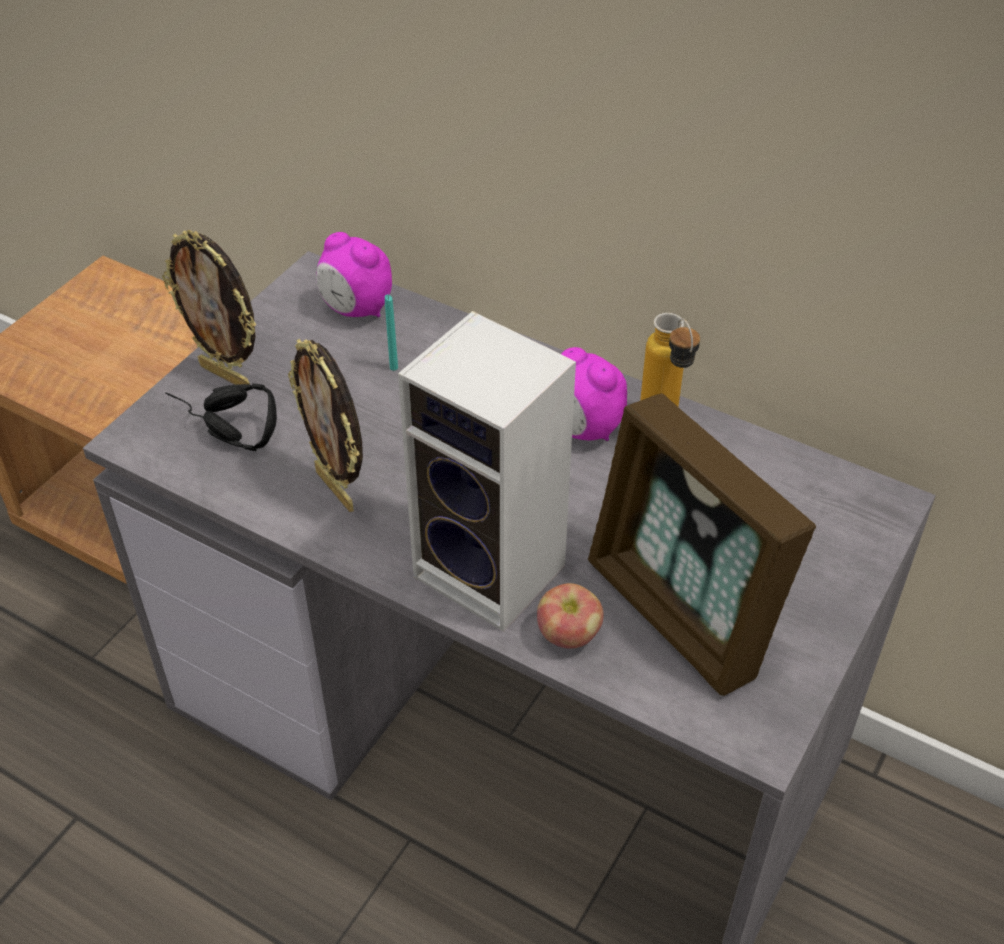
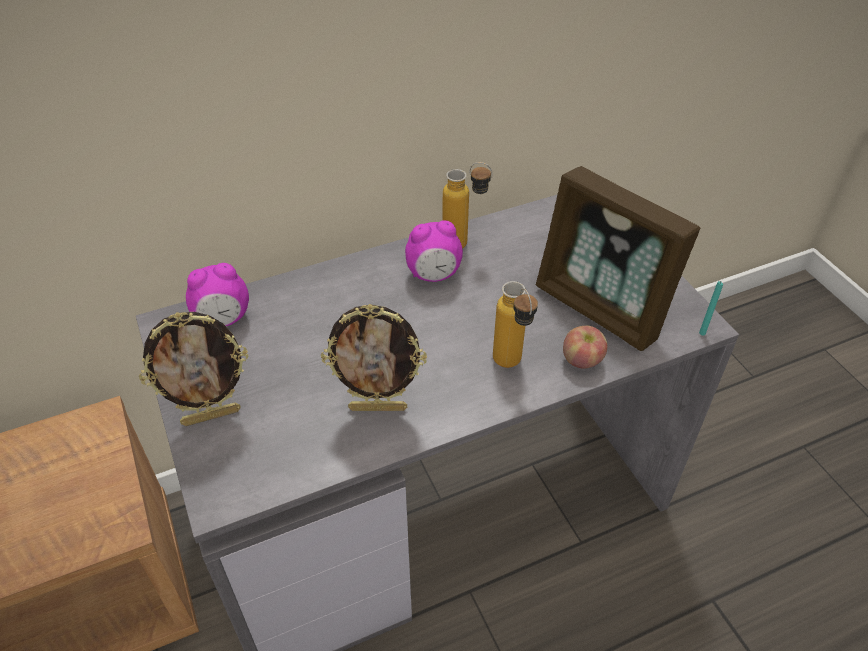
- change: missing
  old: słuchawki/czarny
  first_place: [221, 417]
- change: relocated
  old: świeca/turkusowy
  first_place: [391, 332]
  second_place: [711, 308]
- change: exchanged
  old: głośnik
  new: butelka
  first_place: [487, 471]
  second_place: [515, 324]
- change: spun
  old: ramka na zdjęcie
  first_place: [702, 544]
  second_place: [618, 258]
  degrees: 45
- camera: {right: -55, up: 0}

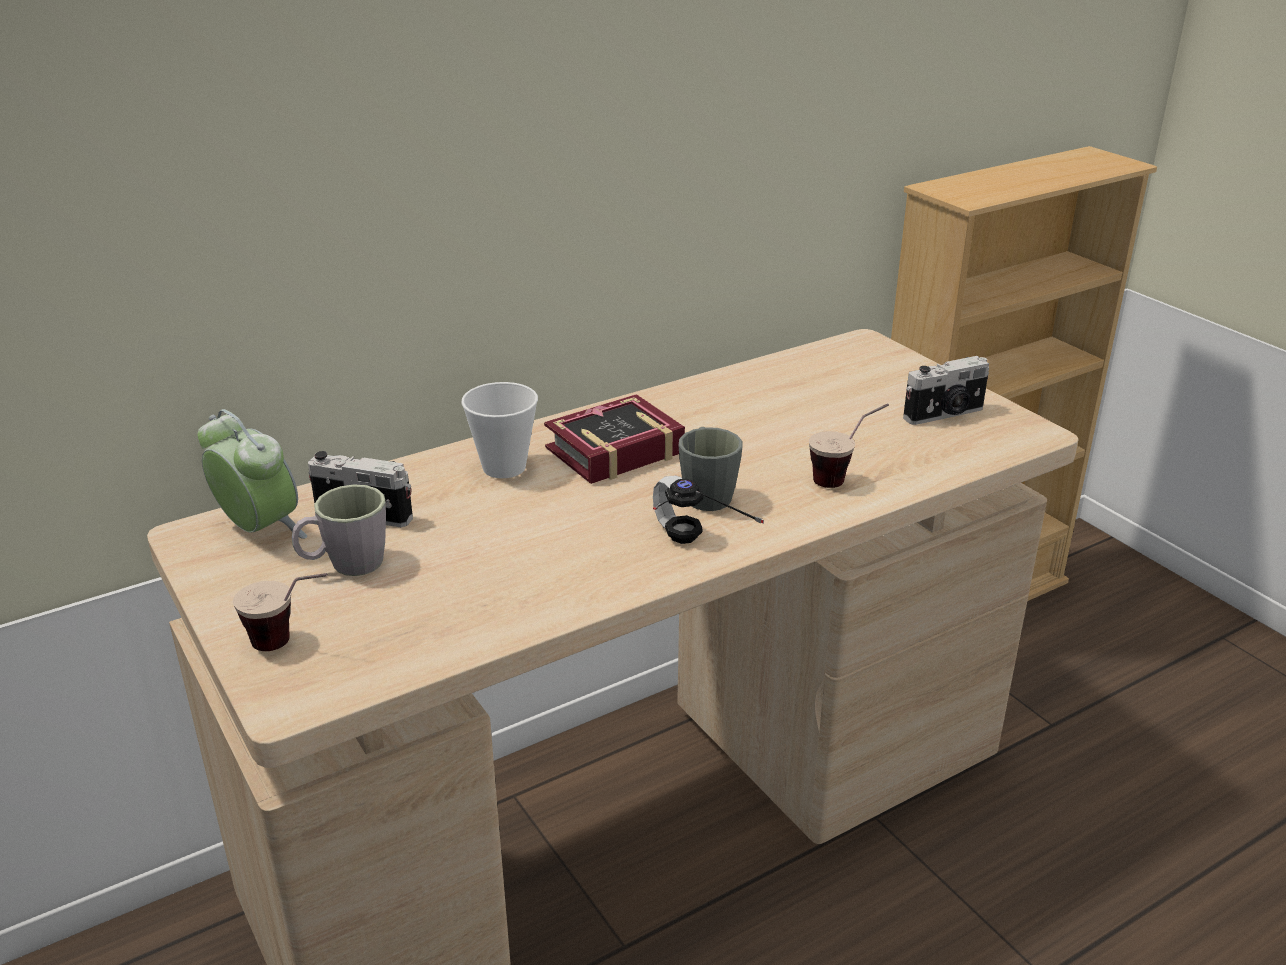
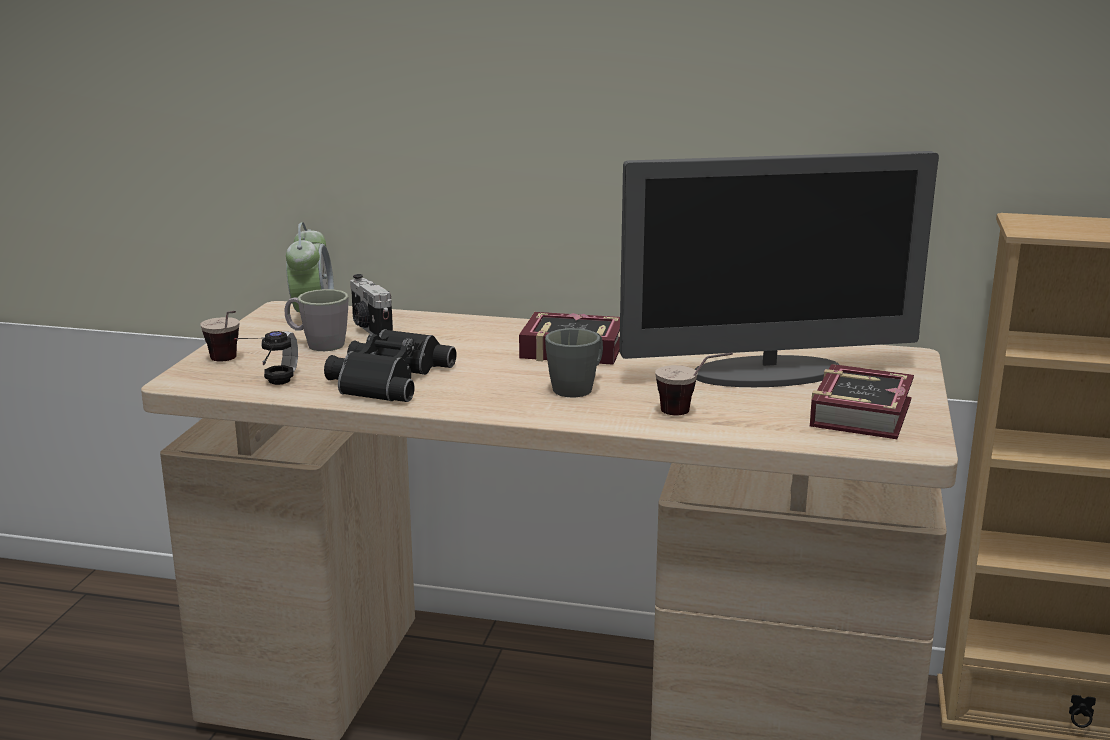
- change: missing
  old: filiżanka
  first_place: [499, 430]
- change: relocated
  old: słuchawki
  first_place: [708, 510]
  second_place: [266, 358]
- change: exchanged
  old: aparat fotograficzny
  new: książka
  first_place: [946, 390]
  second_place: [862, 401]
- change: appeared
  new: lornetka/czarny
  second_place: [390, 365]
- change: appeared
  new: monitor
  second_place: [779, 269]
- camera: {right: 45, up: -10}

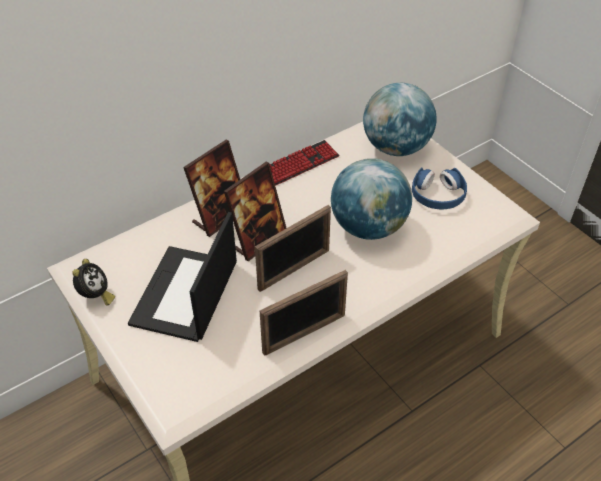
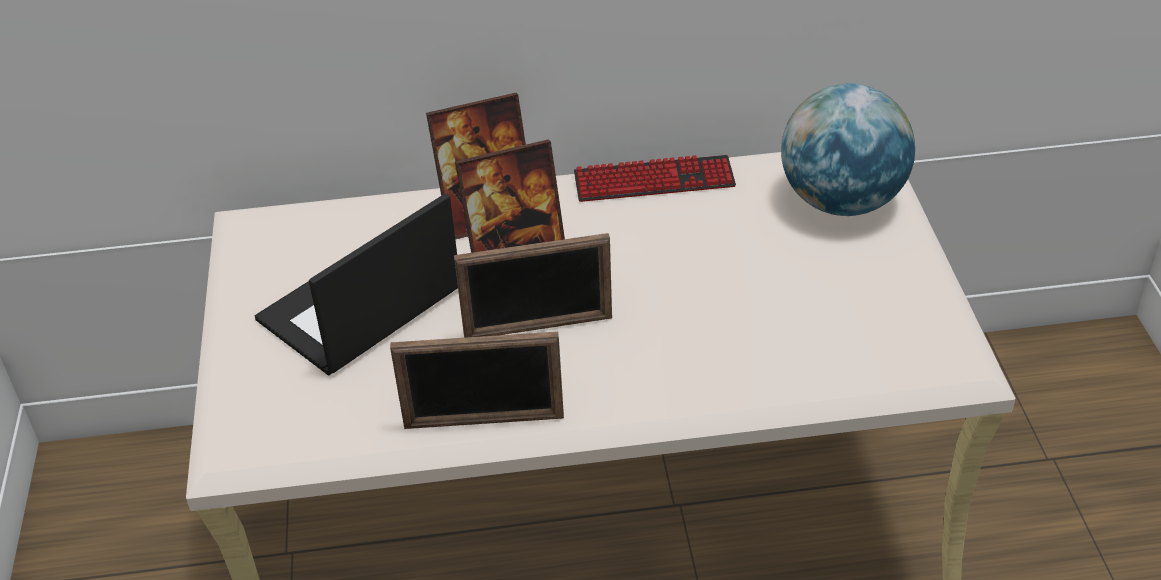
- change: missing
  old: budzik
  first_place: [93, 282]
- change: missing
  old: globus
  first_place: [371, 199]
- change: missing
  old: słuchawki/niebieski
  first_place: [439, 188]
- camera: {right: 30, up: -5}

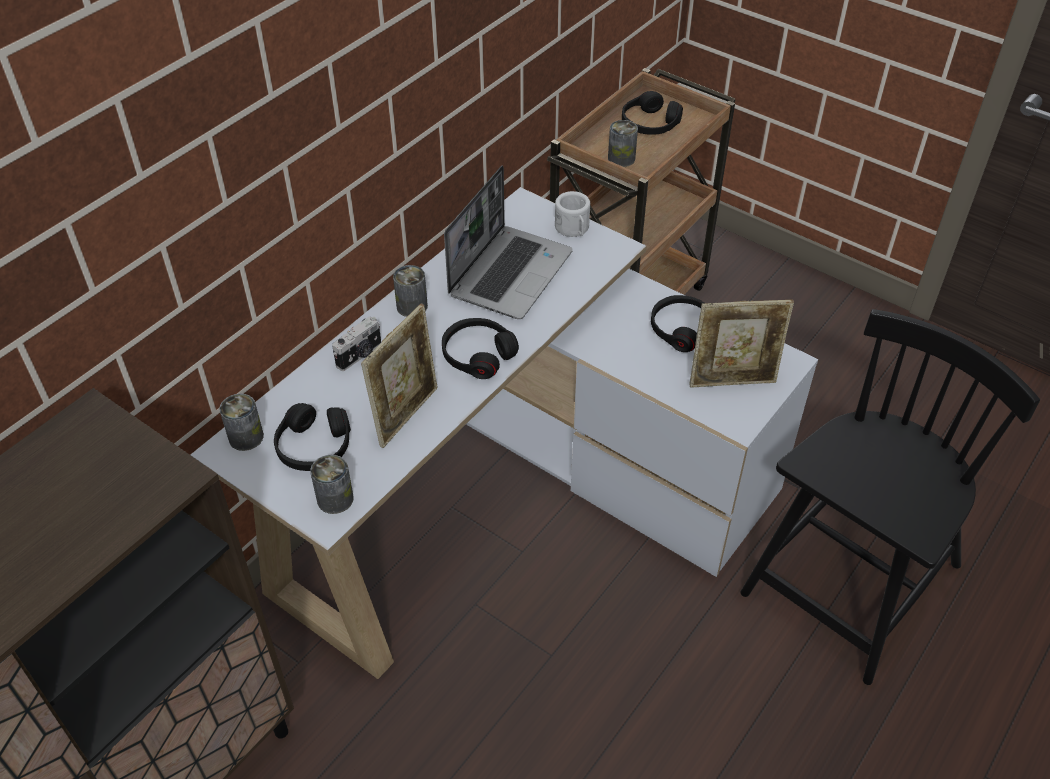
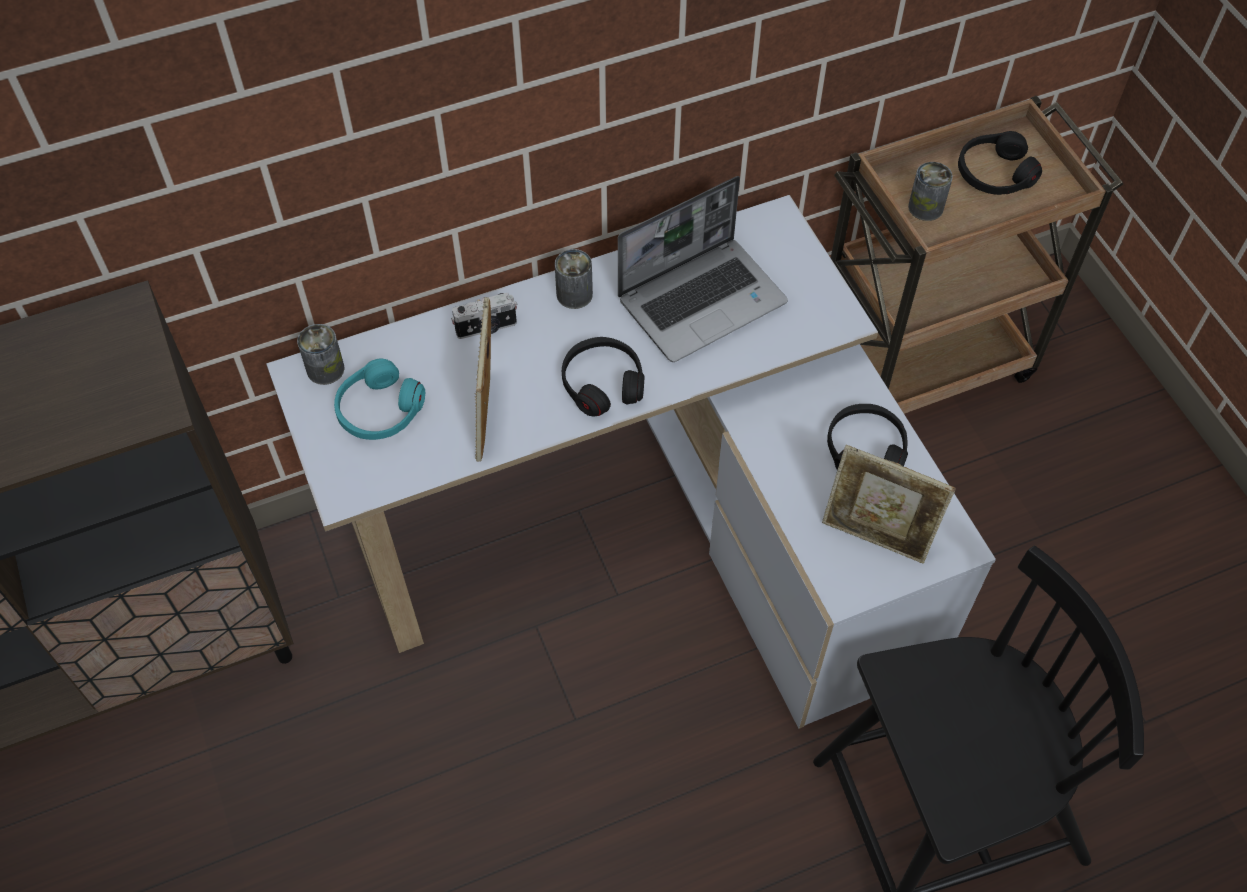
- change: colour
  old: słuchawki/czarny
  new: słuchawki/turkusowy
  first_place: [312, 437]
  second_place: [379, 399]
- change: missing
  old: puszka
  first_place: [332, 484]
- change: spun
  old: ramka na zdjęcie
  first_place: [399, 376]
  second_place: [483, 379]
  degrees: 120
- change: missing
  old: kubek/biały
  first_place: [572, 214]
- camera: {right: 30, up: 10}

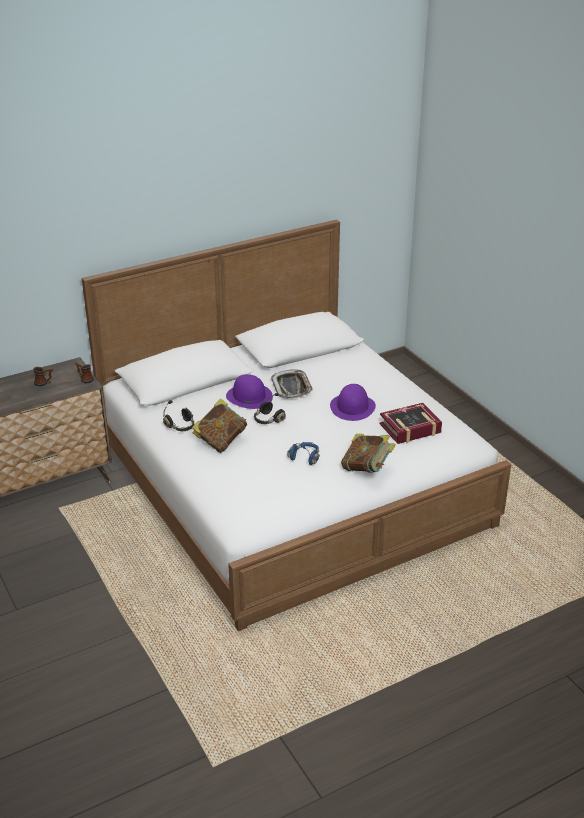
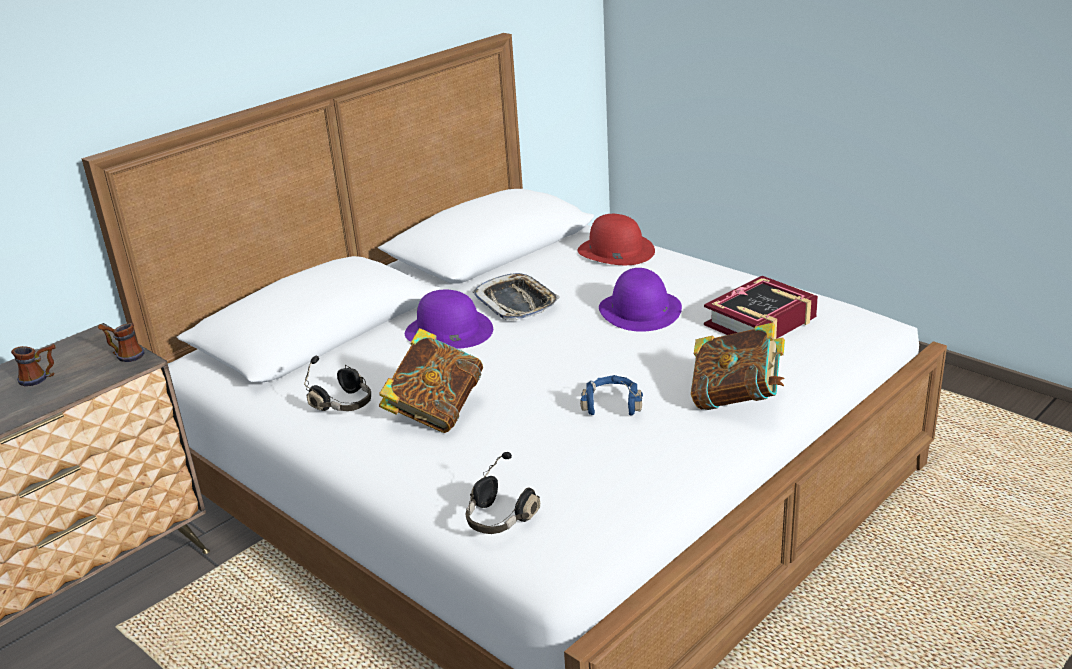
- change: relocated
  old: słuchawki/czarny
  first_place: [270, 408]
  second_place: [503, 493]
- change: appeared
  new: kapelusz/czerwony
  second_place: [616, 239]
- camera: {right: -15, up: -5}

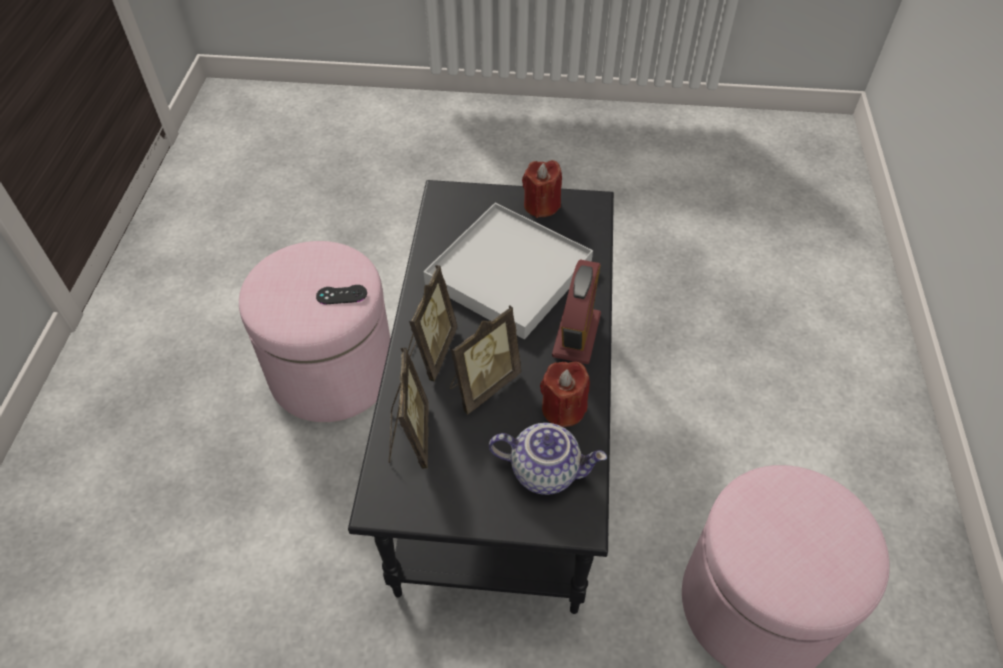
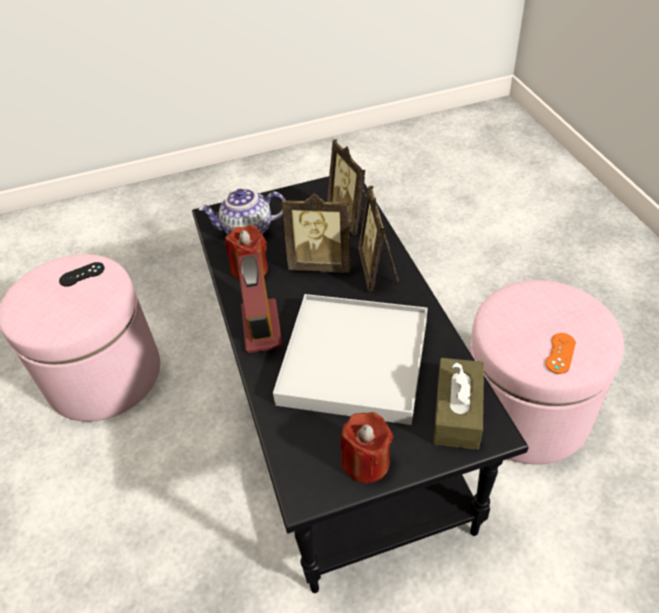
- change: relocated
  old: pad do gier/czarny
  first_place: [341, 294]
  second_place: [82, 274]
- change: spun
  old: ramka na zdjęcie
  first_place: [485, 359]
  second_place: [316, 233]
  degrees: -105
- change: appeared
  new: pudełko chusteczek/brązowy
  second_place: [458, 404]
- change: appeared
  new: pad do gier/pomarańczowy
  second_place: [560, 353]
- camera: {right: 160, up: -5}

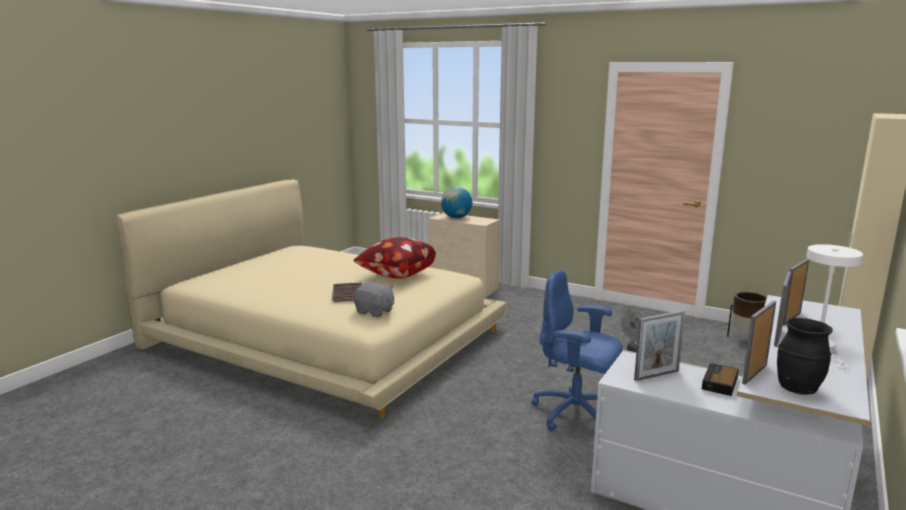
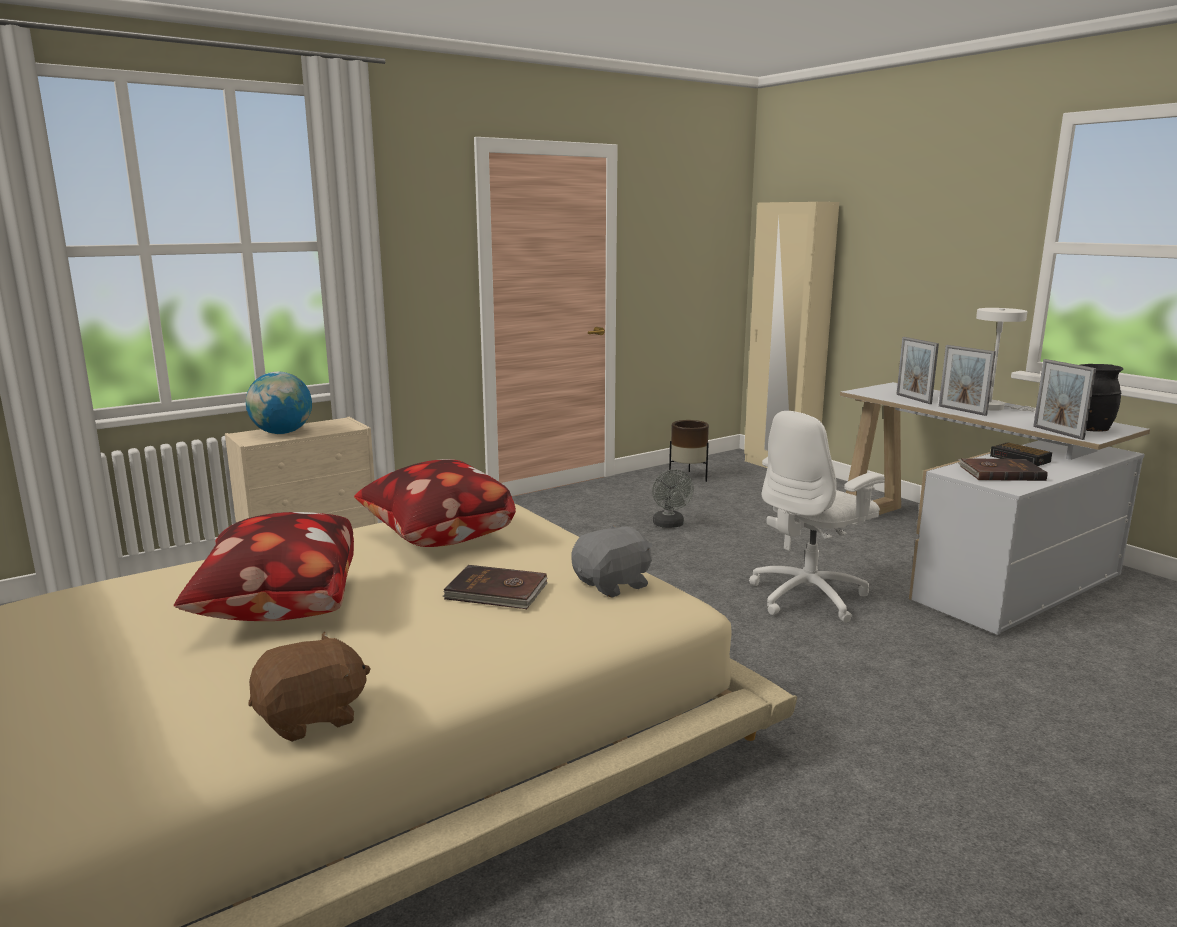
- change: colour
  old: krzesło biurowe/niebieski
  new: krzesło biurowe/biały
  first_place: [576, 350]
  second_place: [817, 517]
- change: exchanged
  old: ramka na zdjęcie
  new: książka/brązowy
  first_place: [659, 346]
  second_place: [1003, 469]
- change: appeared
  new: poduszka
  second_place: [264, 566]
- change: appeared
  new: pluszak/brązowy
  second_place: [309, 687]
- camera: {right: -65, up: 0}

